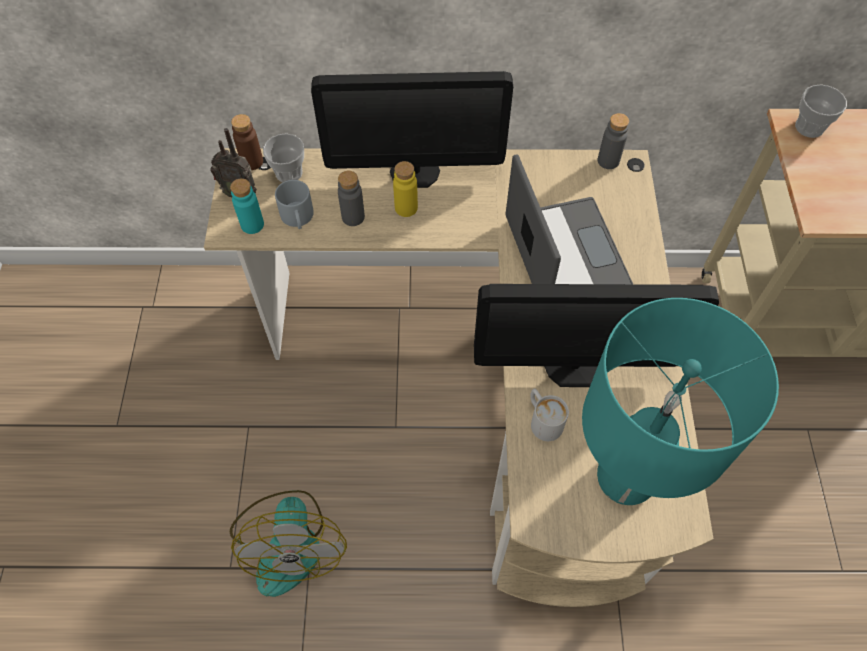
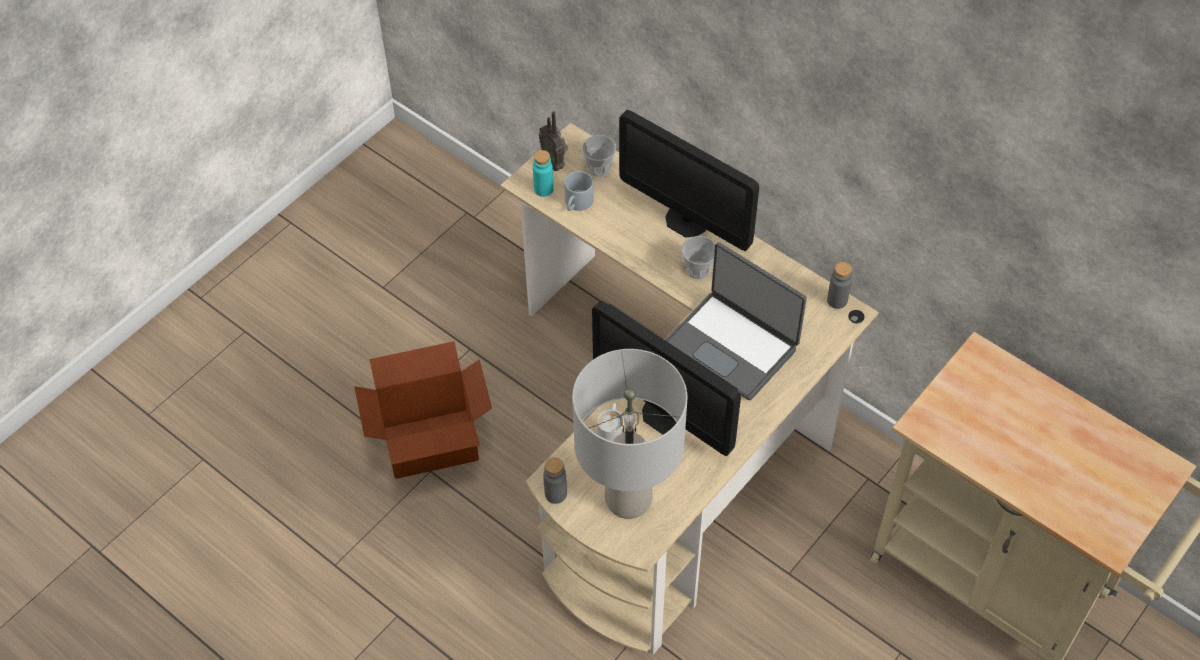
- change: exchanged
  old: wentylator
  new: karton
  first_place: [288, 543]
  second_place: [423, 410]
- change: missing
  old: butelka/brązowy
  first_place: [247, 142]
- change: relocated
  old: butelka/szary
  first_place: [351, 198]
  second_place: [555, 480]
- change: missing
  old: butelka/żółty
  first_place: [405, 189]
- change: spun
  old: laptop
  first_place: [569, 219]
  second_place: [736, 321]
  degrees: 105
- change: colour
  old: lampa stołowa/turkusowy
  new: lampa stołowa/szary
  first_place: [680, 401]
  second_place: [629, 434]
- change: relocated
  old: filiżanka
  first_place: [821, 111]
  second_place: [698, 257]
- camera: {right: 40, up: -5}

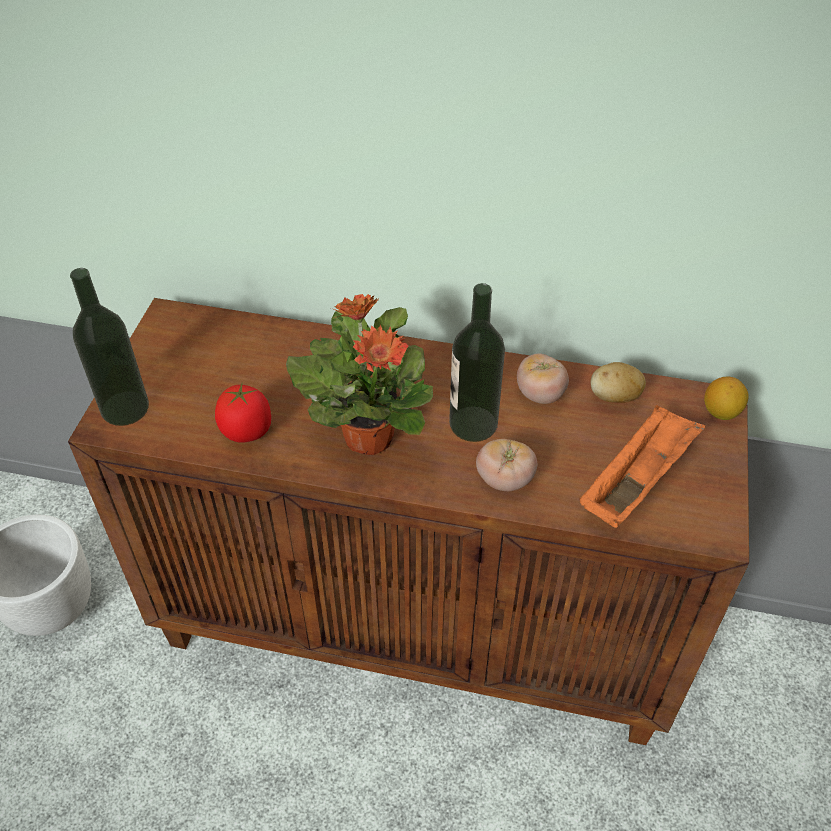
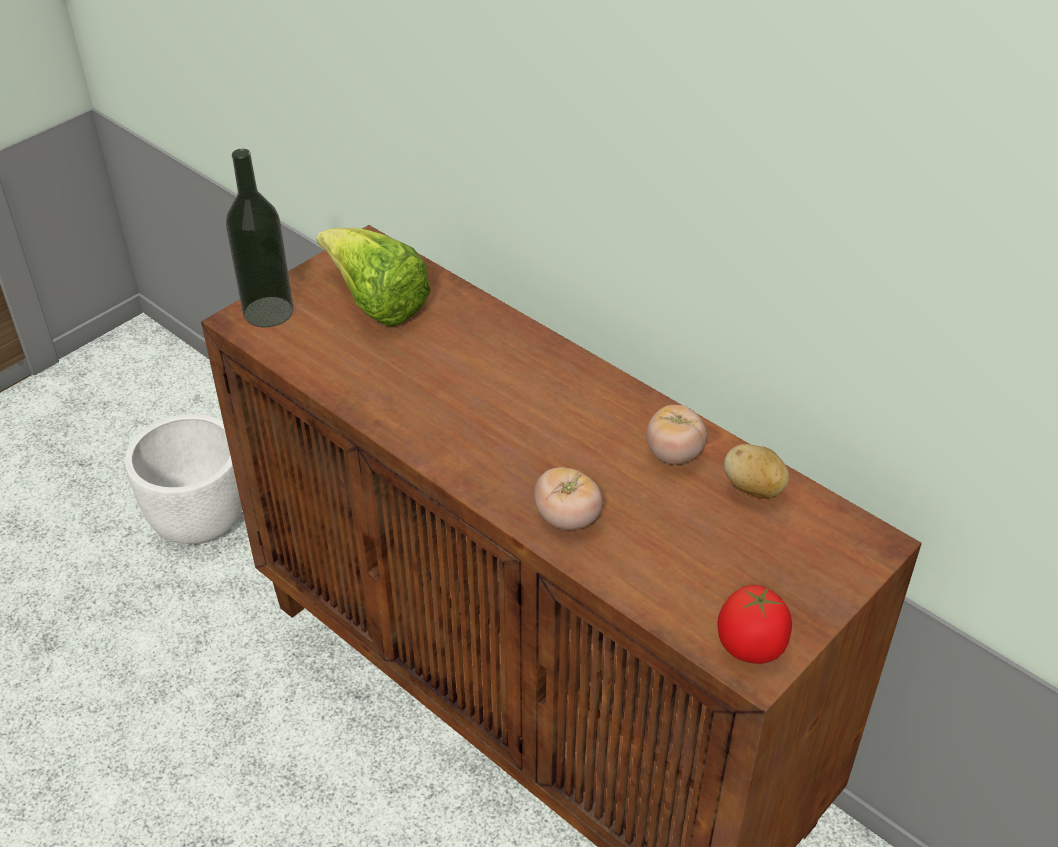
- change: relocated
  old: pomidor
  first_place: [243, 413]
  second_place: [754, 624]
- change: missing
  old: roślina doniczkowa
  first_place: [359, 374]
- change: missing
  old: butelka
  first_place: [477, 362]
- change: missing
  old: taca/pomarańczowy
  first_place: [642, 466]
- change: missing
  old: cytryna
  first_place: [726, 398]
- change: appeared
  new: sałata
  second_place: [373, 277]
- camera: {right: 30, up: -5}

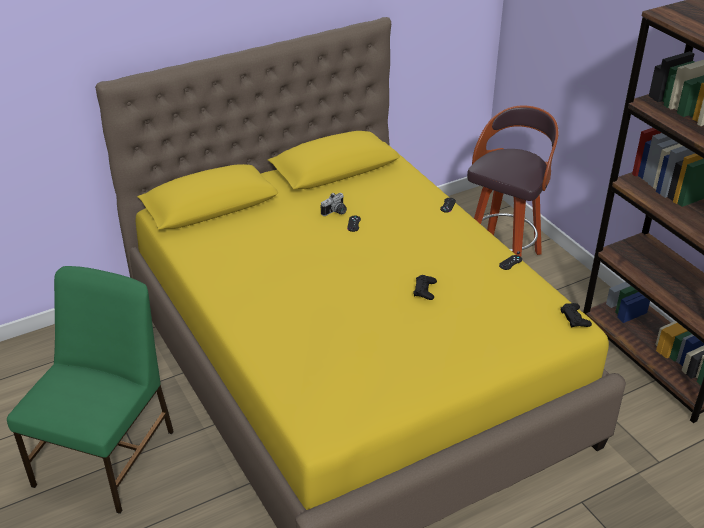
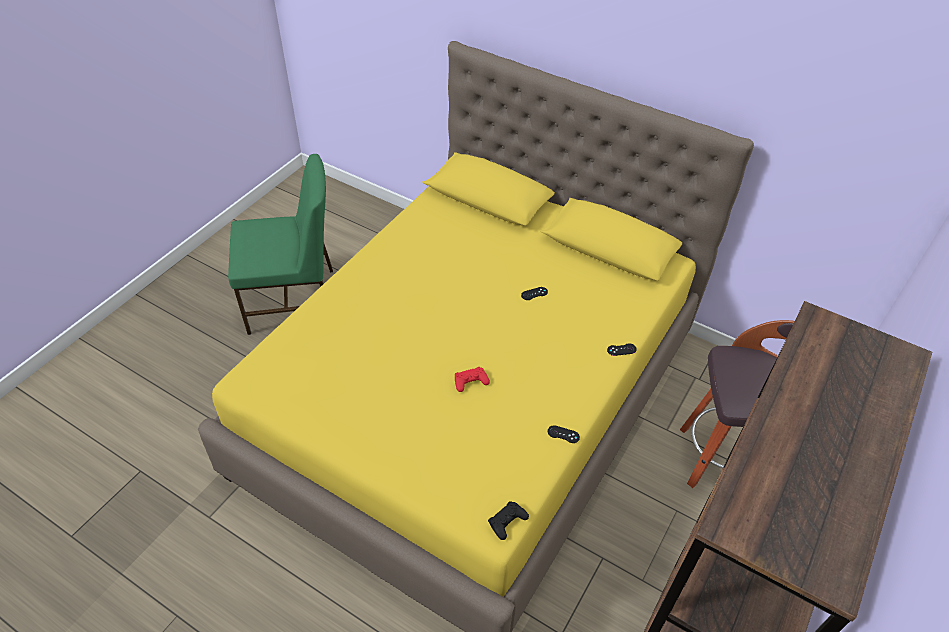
- change: missing
  old: aparat fotograficzny
  first_place: [334, 204]
- change: colour
  old: pad do gier/czarny
  new: pad do gier/czerwony
  first_place: [425, 287]
  second_place: [472, 379]
- camera: {right: 60, up: 10}

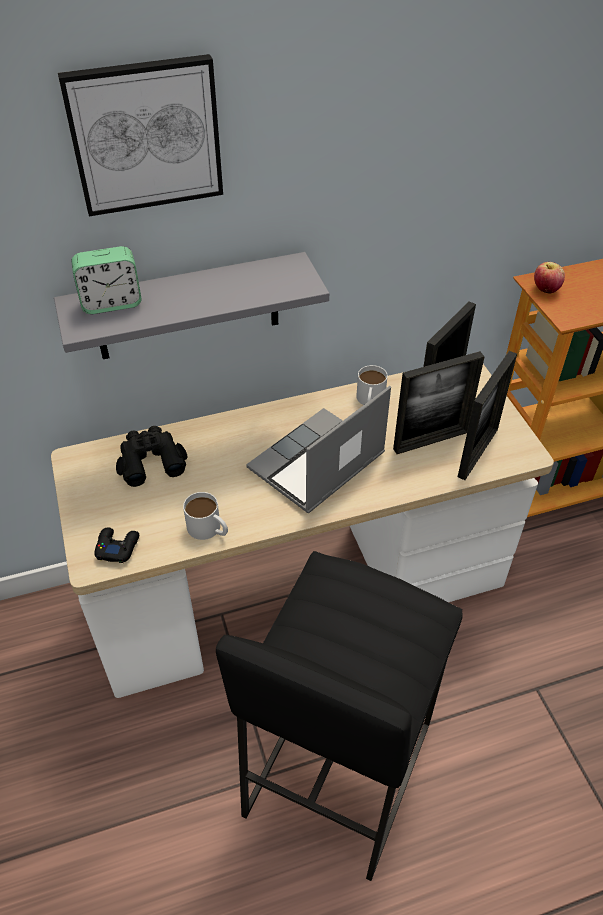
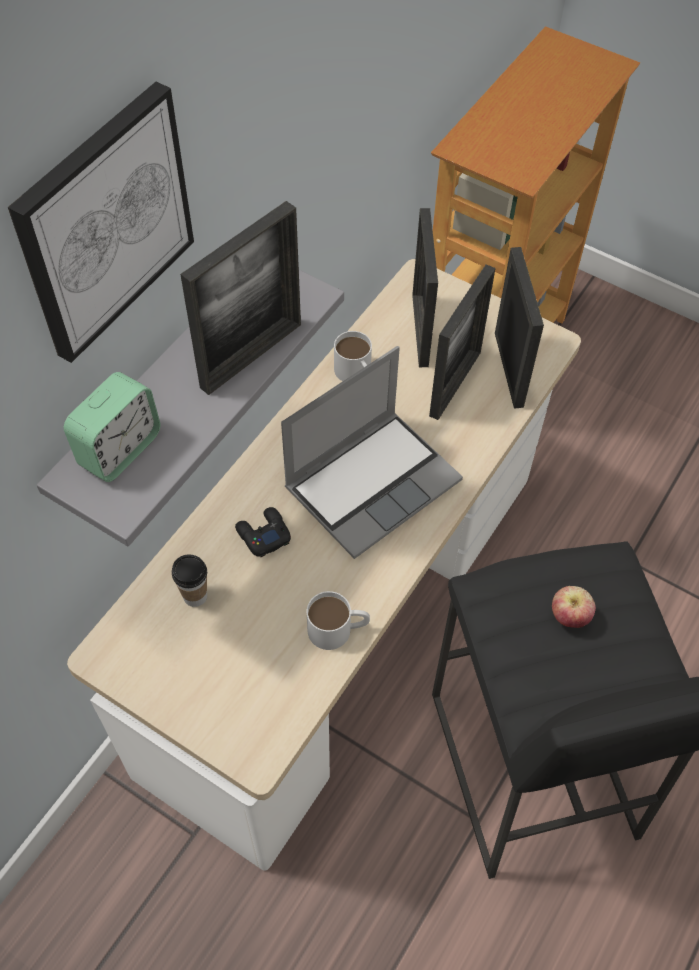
- change: relocated
  old: pad do gier/czarny
  first_place: [116, 545]
  second_place: [263, 532]
- change: exchanged
  old: lornetka/czarny
  new: filiżanka
  first_place: [152, 456]
  second_place: [189, 580]
- change: spun
  old: laptop
  first_place: [318, 450]
  second_place: [372, 452]
  degrees: -135
- change: relocated
  old: jabłko
  first_place: [549, 278]
  second_place: [574, 607]
- change: appeared
  new: ramka na zdjęcie
  second_place: [240, 298]
- camera: {right: -40, up: 10}

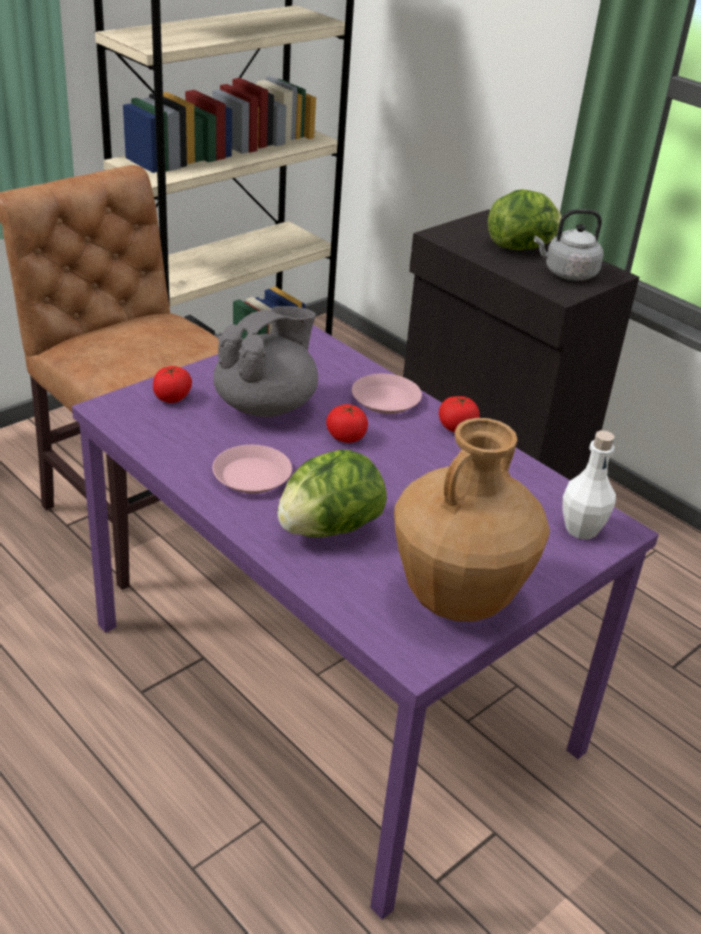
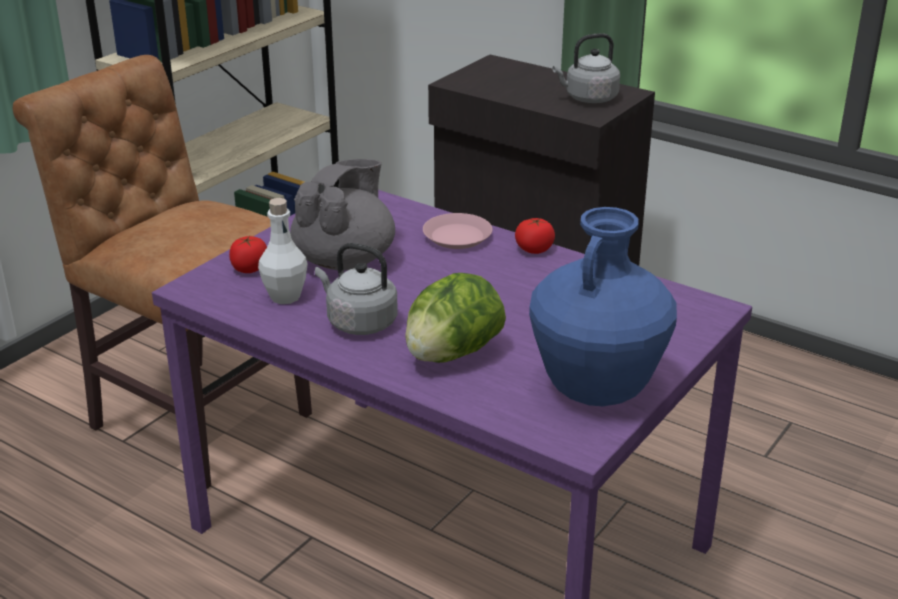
- change: exchanged
  old: talerz/różowy
  new: czajnik/szary
  first_place: [252, 469]
  second_place: [356, 289]
- change: missing
  old: pomidor
  first_place: [347, 423]
- change: colour
  old: wazon/brązowy
  new: wazon/niebieski
  first_place: [472, 520]
  second_place: [603, 306]
- change: missing
  old: sałata
  first_place: [525, 219]
- change: relocated
  old: butelka/biały
  first_place: [589, 484]
  second_place: [283, 251]
- camera: {right: -10, up: -5}

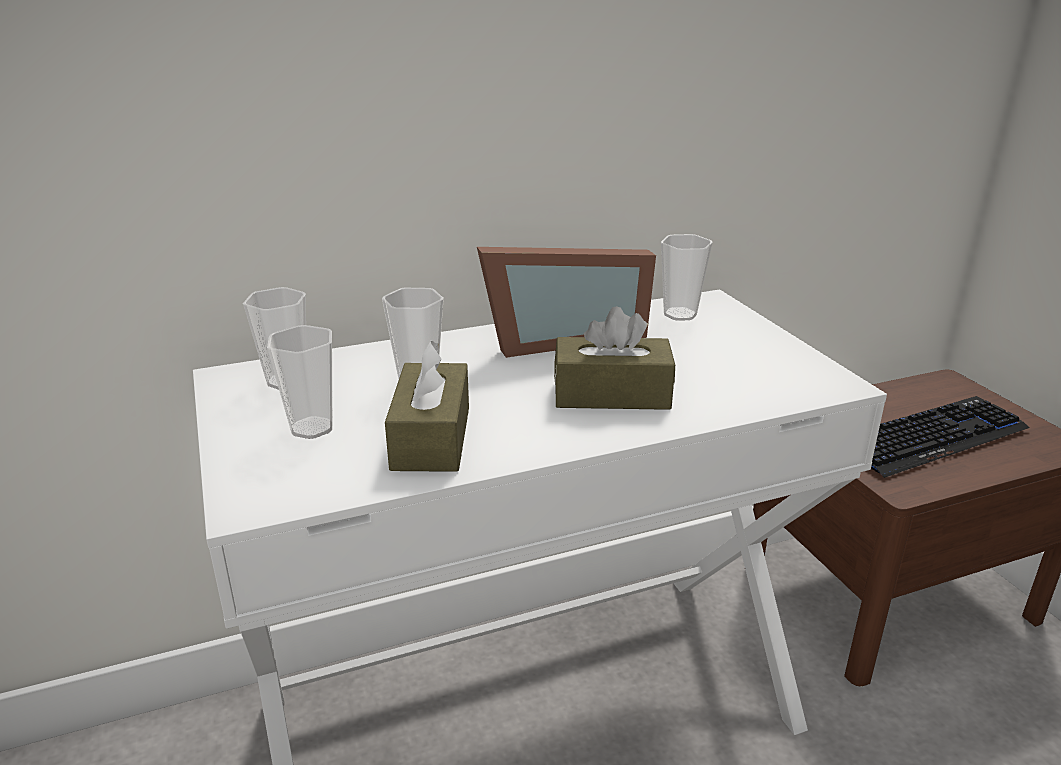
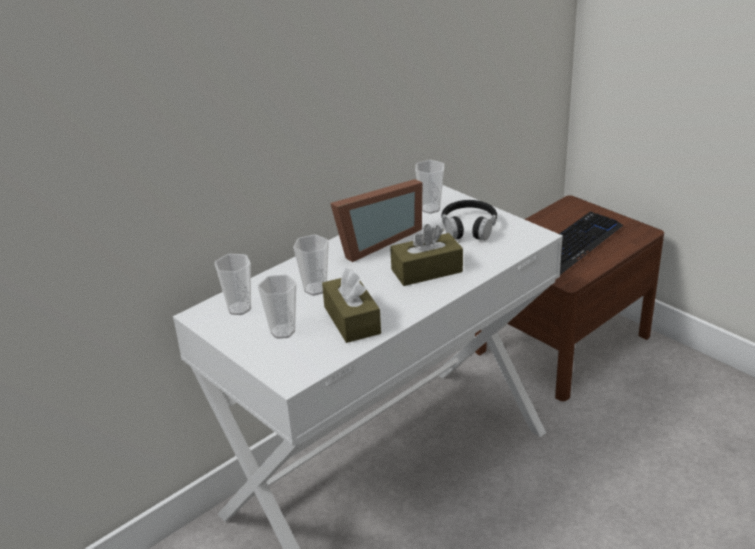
- change: appeared
  new: słuchawki/czarny
  second_place: [469, 220]
- camera: {right: -20, up: 5}

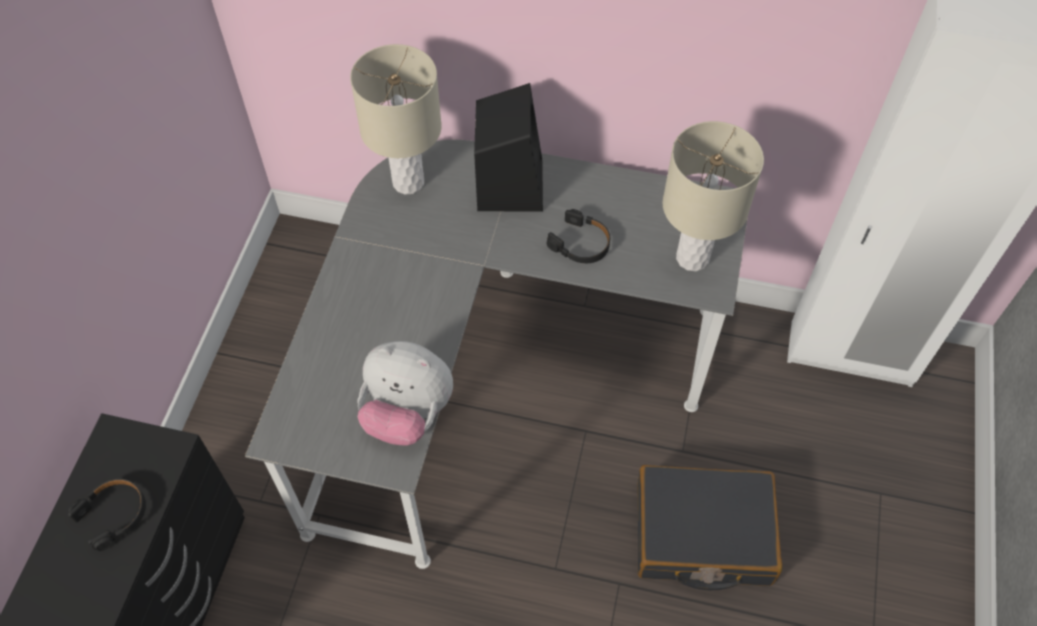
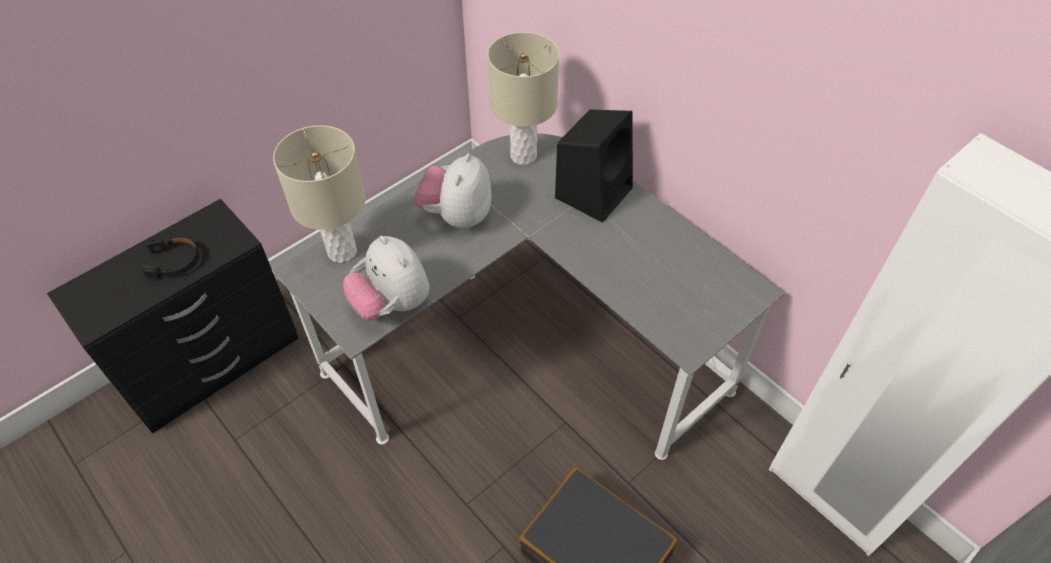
- change: missing
  old: słuchawki/czarny
  first_place: [578, 236]
- change: relocated
  old: lampa stołowa/beżowy
  first_place: [713, 196]
  second_place: [319, 194]
- change: appeared
  new: pluszak
  second_place: [453, 190]
- camera: {right: 35, up: -5}

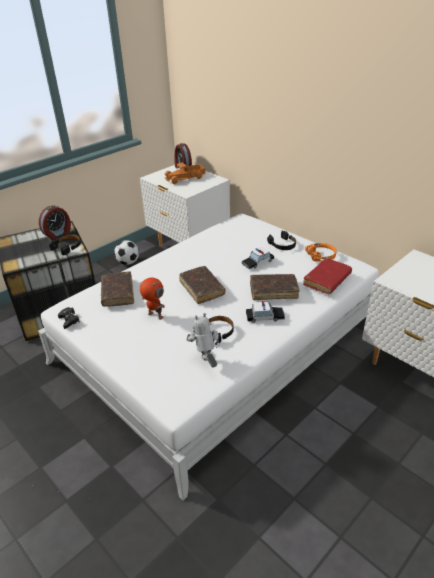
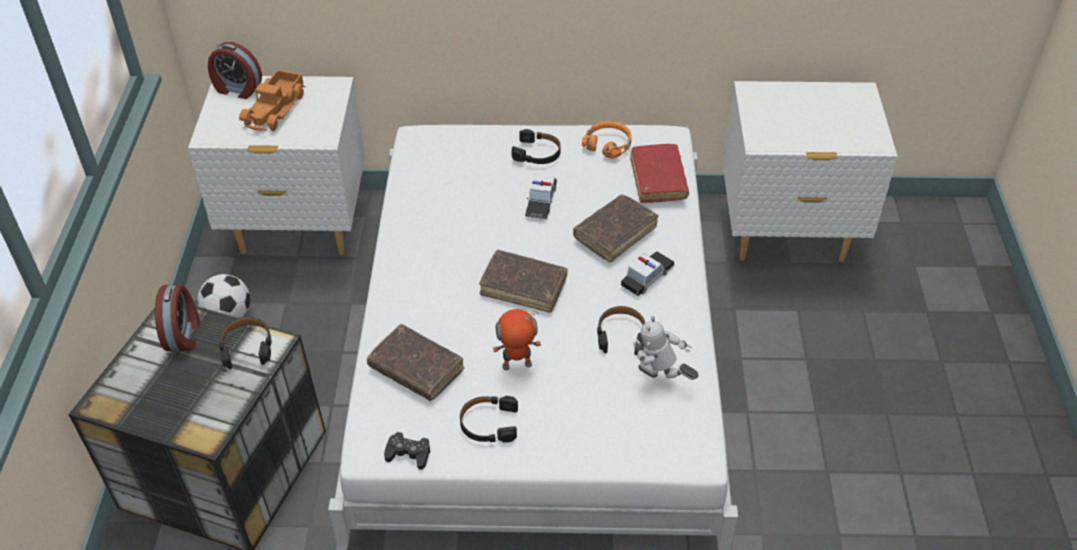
- change: appeared
  new: słuchawki/czarny
  second_place: [489, 419]
- camera: {right: -45, up: 10}

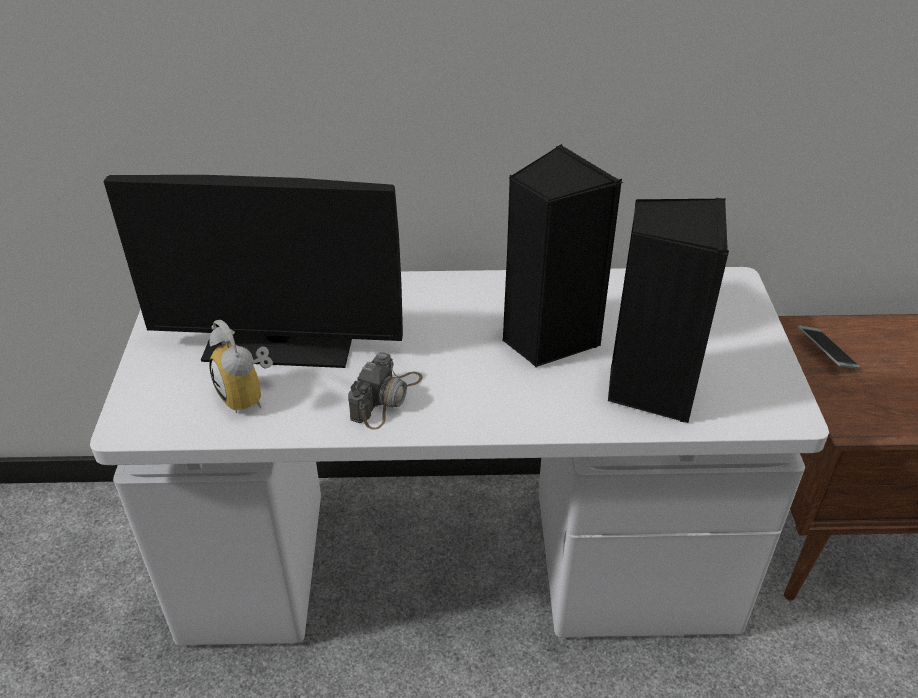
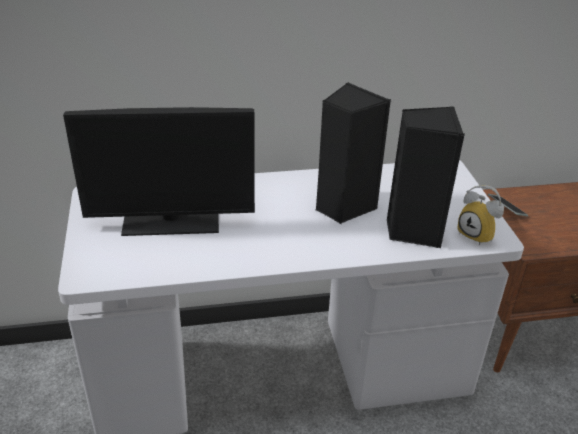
- change: relocated
  old: budzik
  first_place: [241, 366]
  second_place: [480, 215]
- change: missing
  old: aparat fotograficzny
  first_place: [385, 391]
- camera: {right: -10, up: -5}

